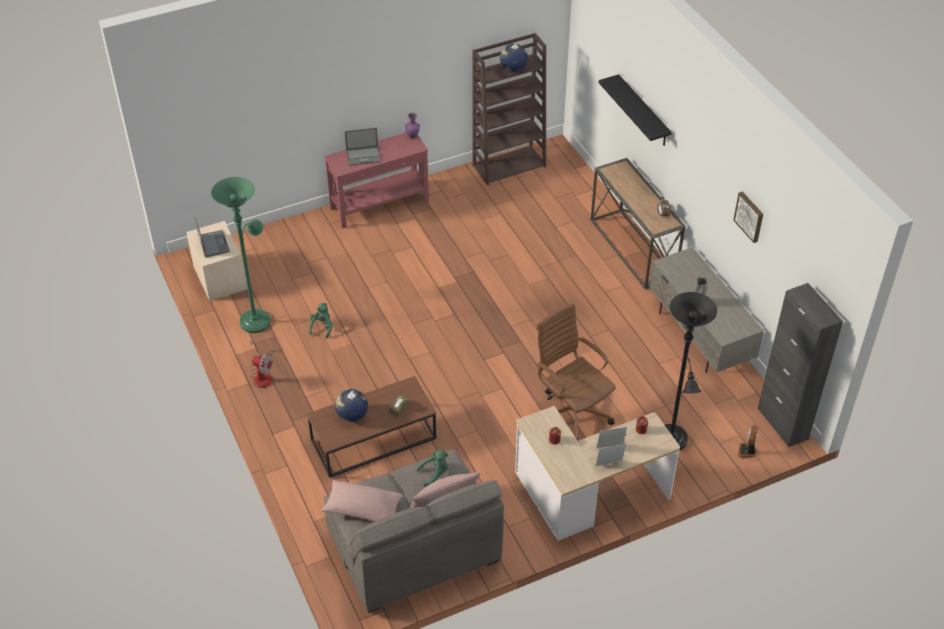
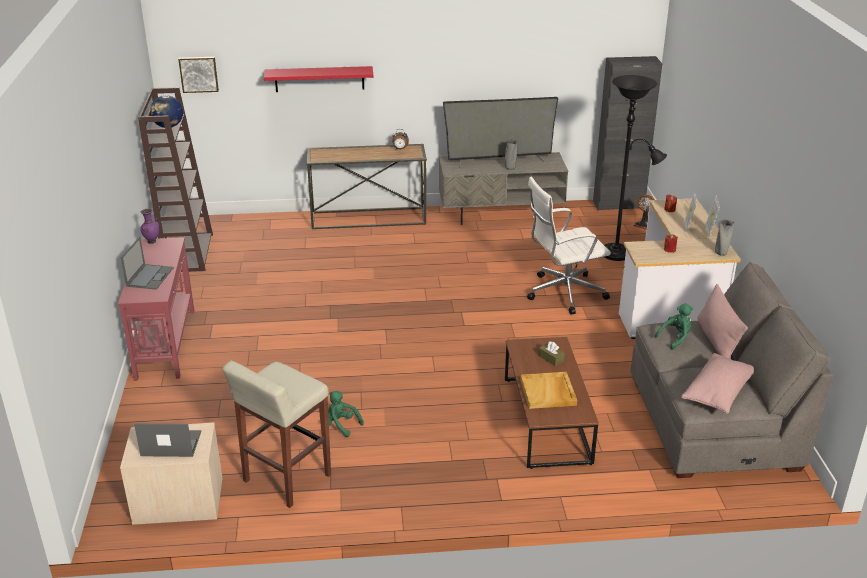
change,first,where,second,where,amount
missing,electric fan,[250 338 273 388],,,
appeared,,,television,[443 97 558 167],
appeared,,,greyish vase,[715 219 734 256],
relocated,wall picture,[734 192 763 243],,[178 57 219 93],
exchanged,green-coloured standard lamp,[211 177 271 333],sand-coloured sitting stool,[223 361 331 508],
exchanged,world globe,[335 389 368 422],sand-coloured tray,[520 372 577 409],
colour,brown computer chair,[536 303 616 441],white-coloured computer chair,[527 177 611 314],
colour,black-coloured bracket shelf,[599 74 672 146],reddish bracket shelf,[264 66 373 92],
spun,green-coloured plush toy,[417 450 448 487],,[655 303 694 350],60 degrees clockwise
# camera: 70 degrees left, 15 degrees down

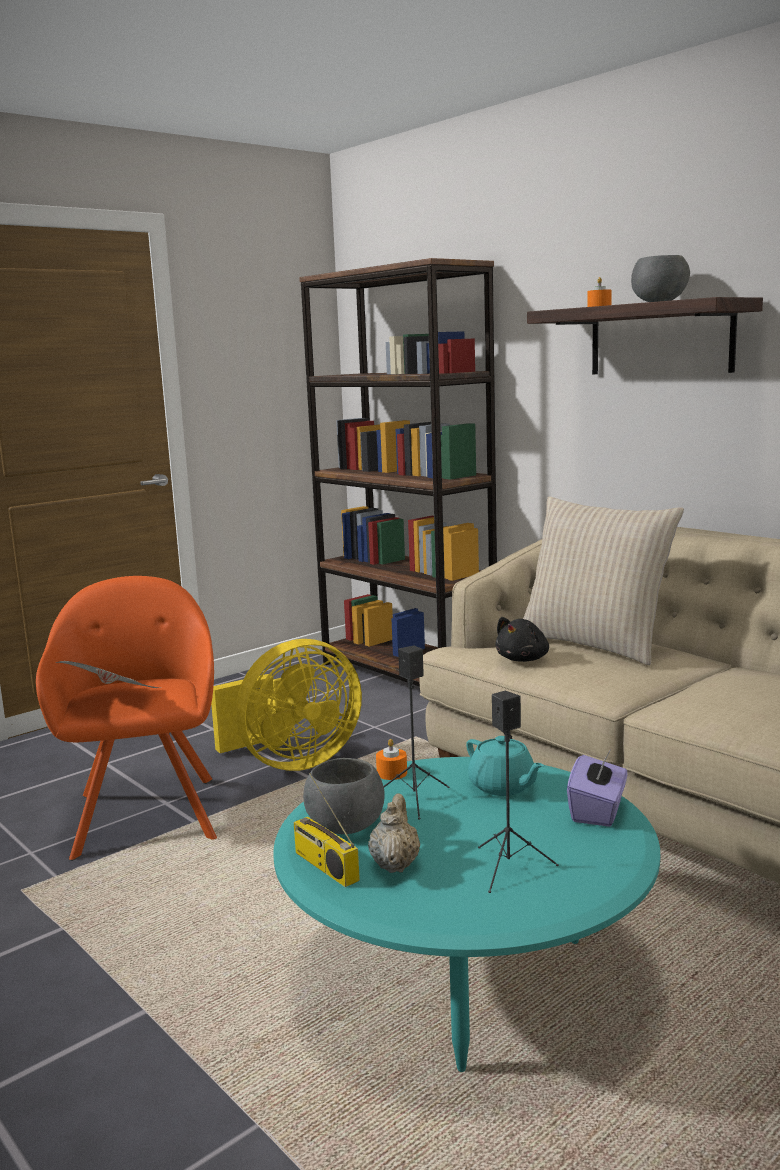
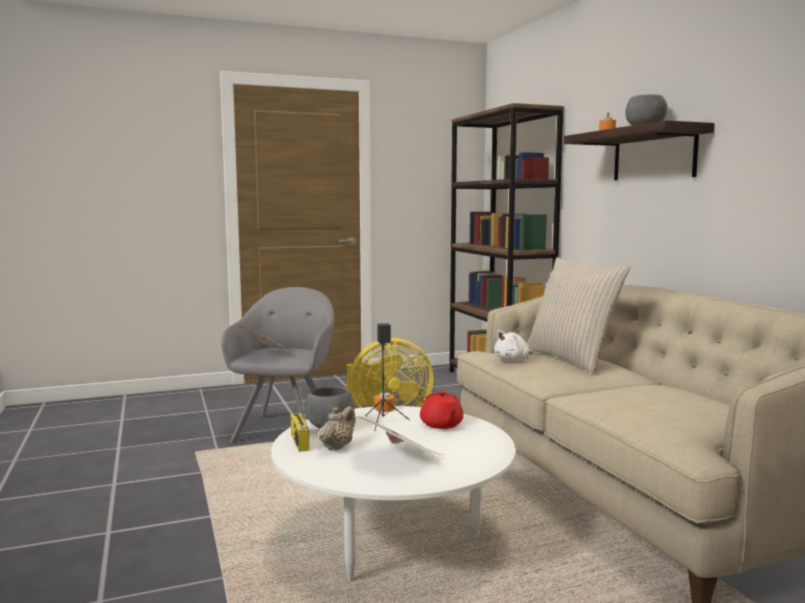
change,first,where,second,where,amount
missing,purple tissue holder,[567 751 627 827],,,
exchanged,black-coloured speaker,[478 690 559 893],newspaper,[353 416 445 455],
colour,orange-coloured lounge chair,[36 576 217 861],greyish lounge chair,[221 287 334 444],
colour,turquoise coffee table,[273 757 660 1072],white-coloured coffee table,[271 406 516 582],
colour,turquoise tea pot,[466 736 544 796],reddish tea pot,[420 391 463 429],
colour,black-coloured plush toy,[495 617 549 662],white-coloured plush toy,[494 330 534 362],
# camera: 20 degrees right, 5 degrees down

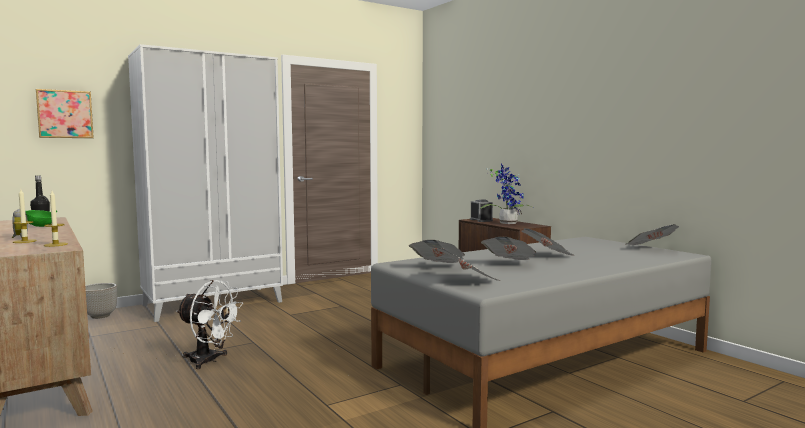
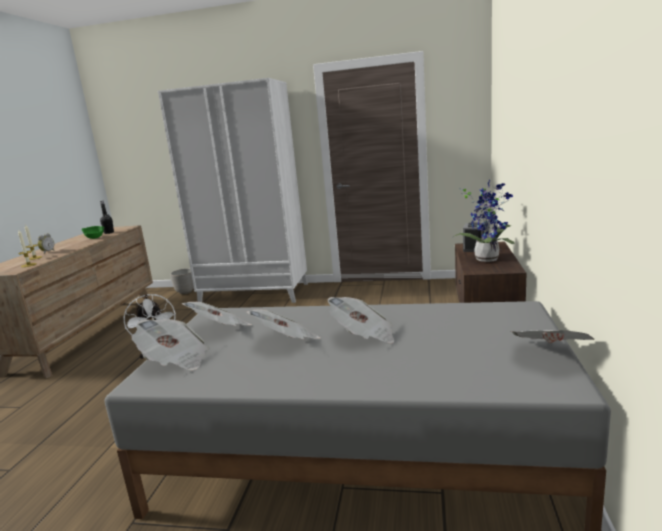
change,first,where,second,where,amount
missing,wall picture,[36 89 94 138],,,
# camera: 45 degrees right, 10 degrees up

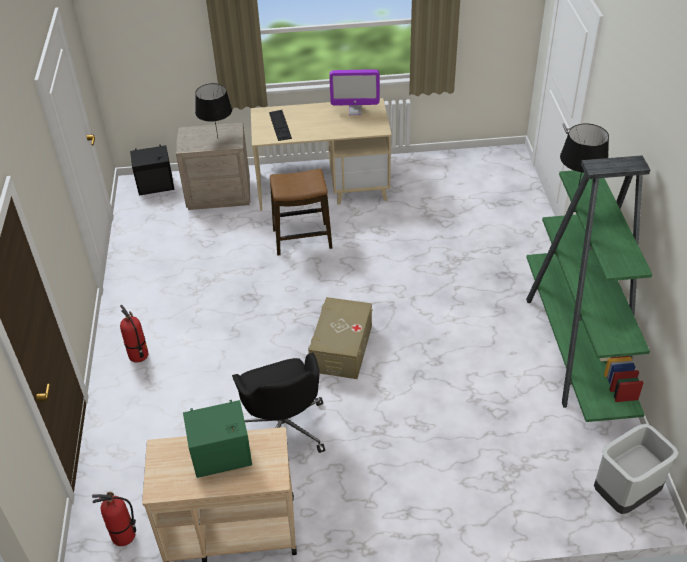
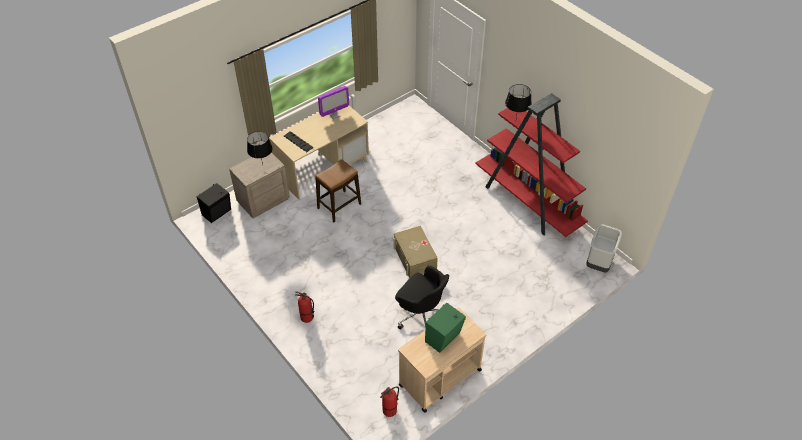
change,first,where,second,where,amount
colour,green-coloured bookcase,[526 155 652 422],reddish bookcase,[475 93 588 237],
# camera: 35 degrees left, 5 degrees up

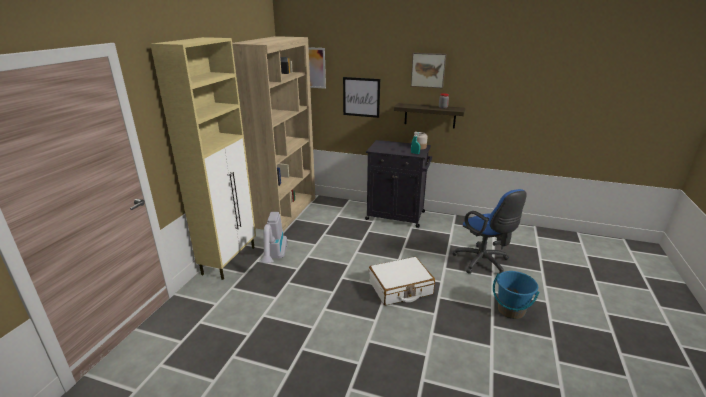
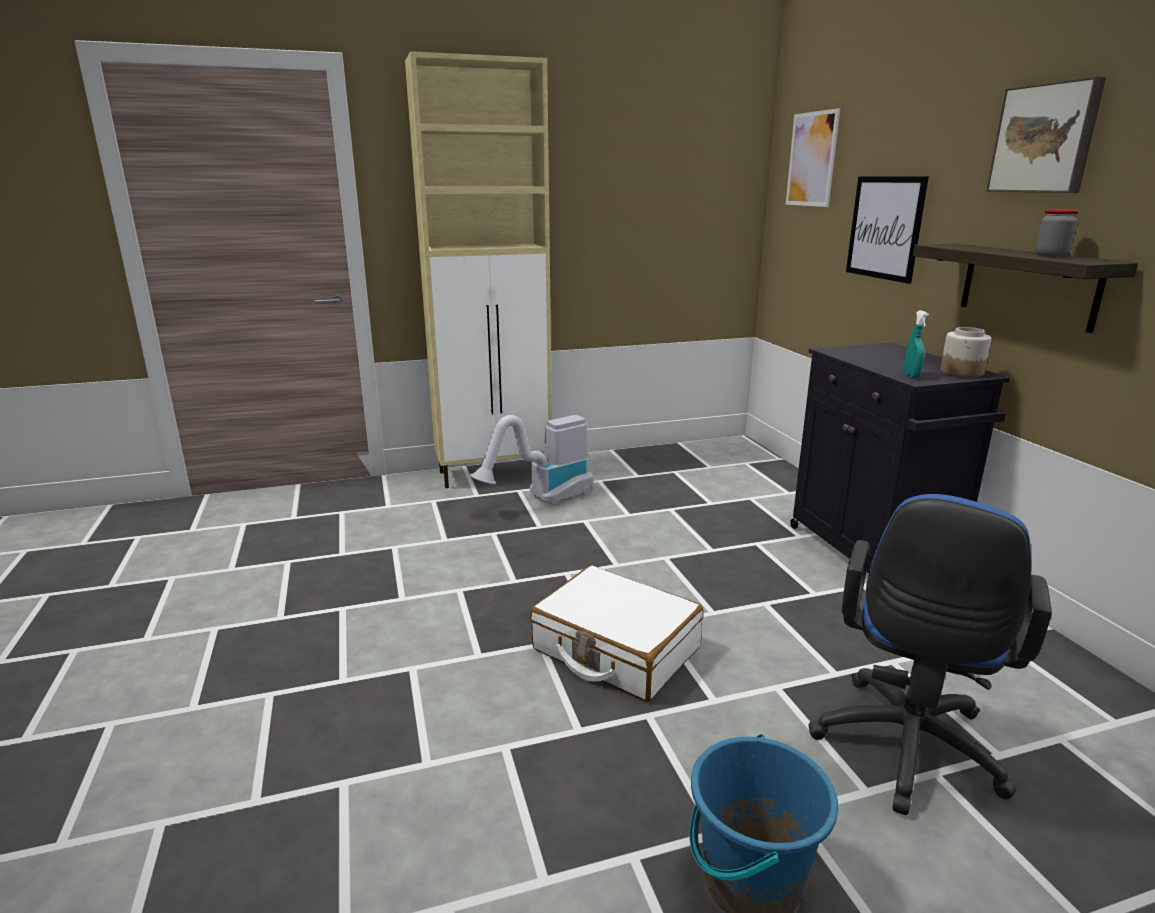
change,first,where,second,where,amount
missing,sand-coloured bookcase,[232 36 315 231],,,
# camera: 55 degrees right, 5 degrees down

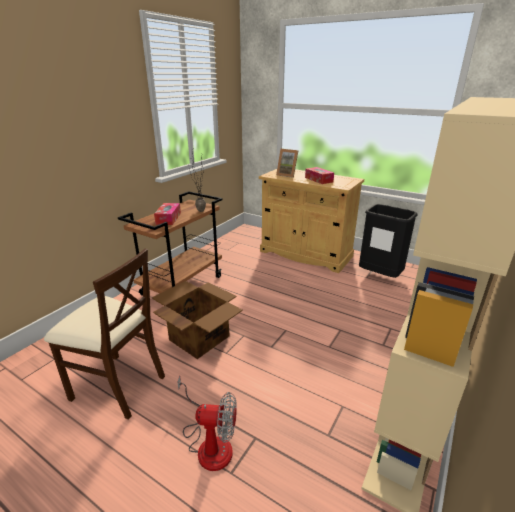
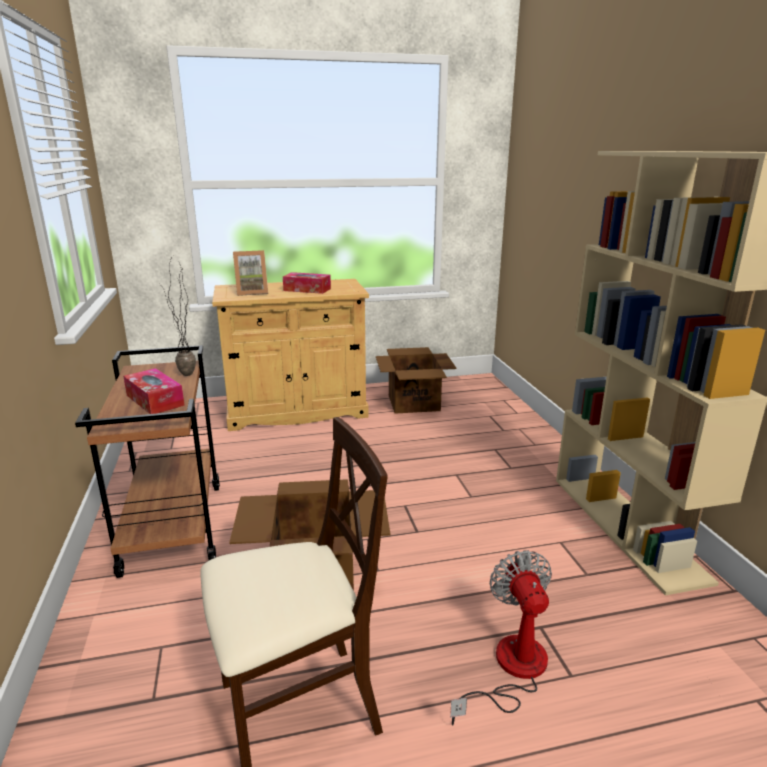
change,first,where,second,where,amount
exchanged,black-coloured waste bin,[359 204 417 278],packing box,[376 347 456 414],
spun,electric fan,[177 375 237 471],,[450 550 552 725],60 degrees counterclockwise
# camera: 45 degrees left, 5 degrees down

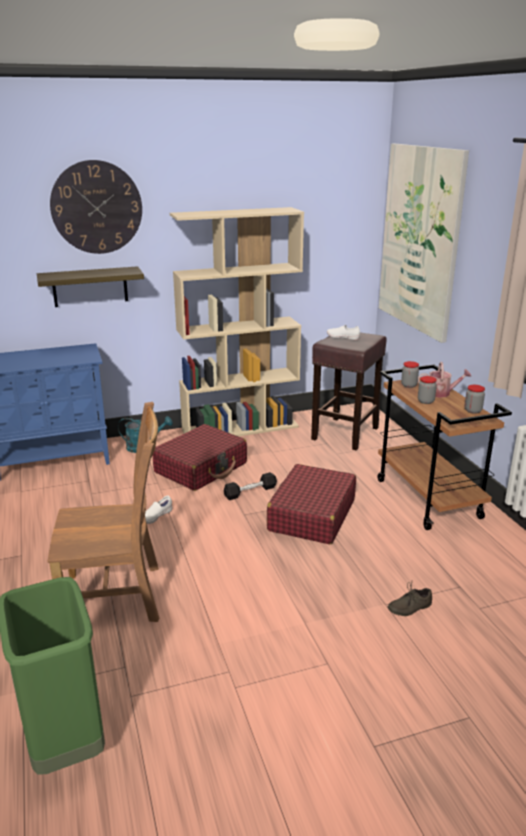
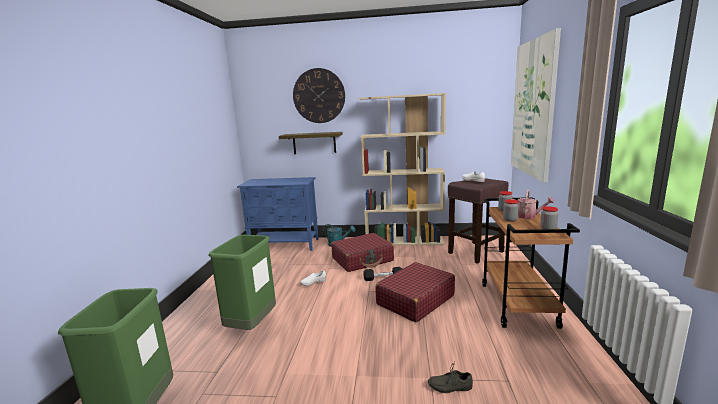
change,first,where,second,where,amount
exchanged,brown plain chair,[48 402 159 622],green-coloured waste bin,[208 235 276 330],
# camera: 25 degrees right, 10 degrees down

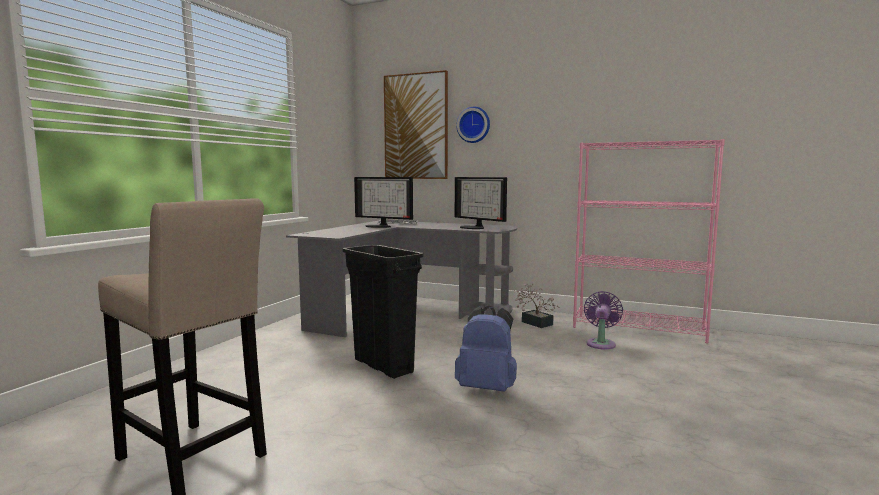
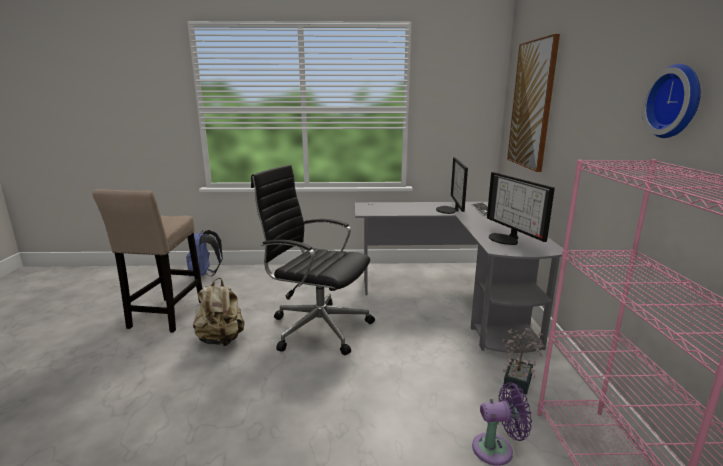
change,first,where,second,where,amount
appeared,,,sand-coloured rucksack,[193 278 244 346],
relocated,blue-coloured rucksack,[455 305 517 391],,[186 230 223 277],
relocated,hanging clock,[456 107 490 143],,[642 64 701 138],
exchanged,black-coloured waste bin,[343 245 424 379],black-coloured computer chair,[251 165 375 355],
spun,monitor,[455 177 507 229],,[487 172 555 245],45 degrees counterclockwise
# camera: 65 degrees right, 10 degrees up

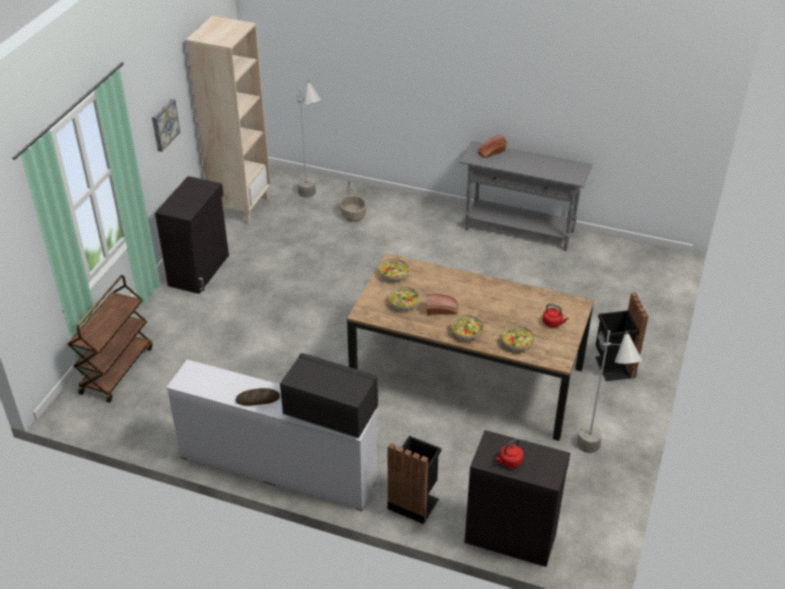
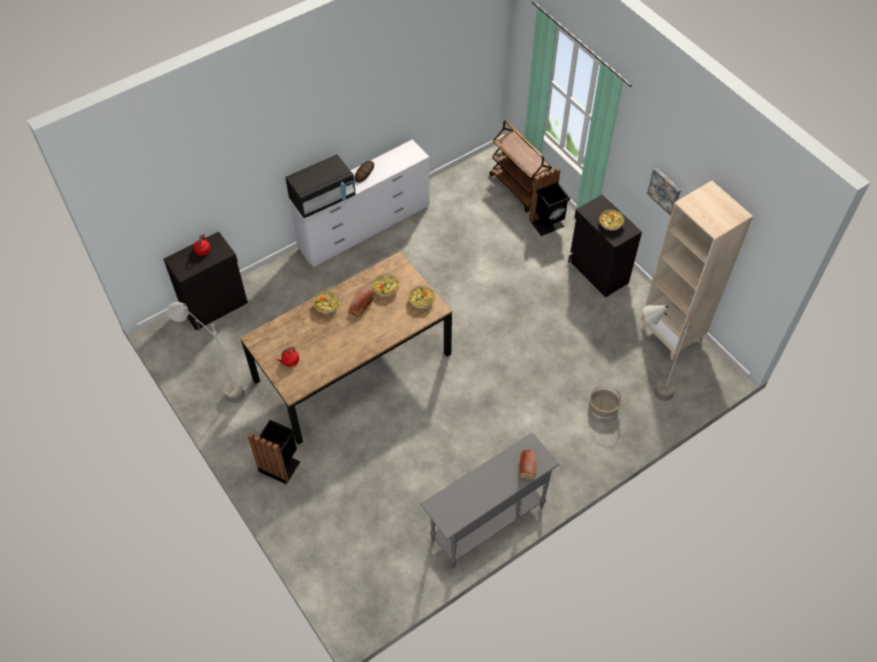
change,first,where,second,where,amount
relocated,black-coloured waste bin,[388 436 441 524],,[529 167 570 236],
relocated,bowl,[502 326 534 351],,[599 210 624 230],
# camera: 125 degrees right, 15 degrees up

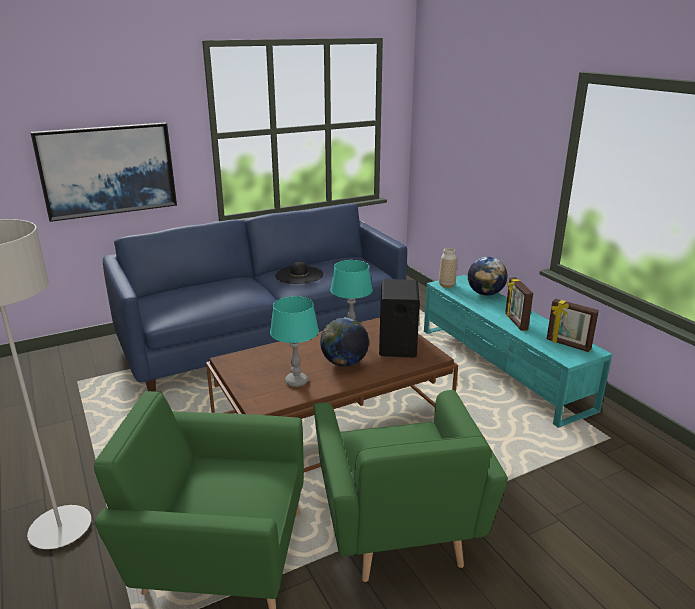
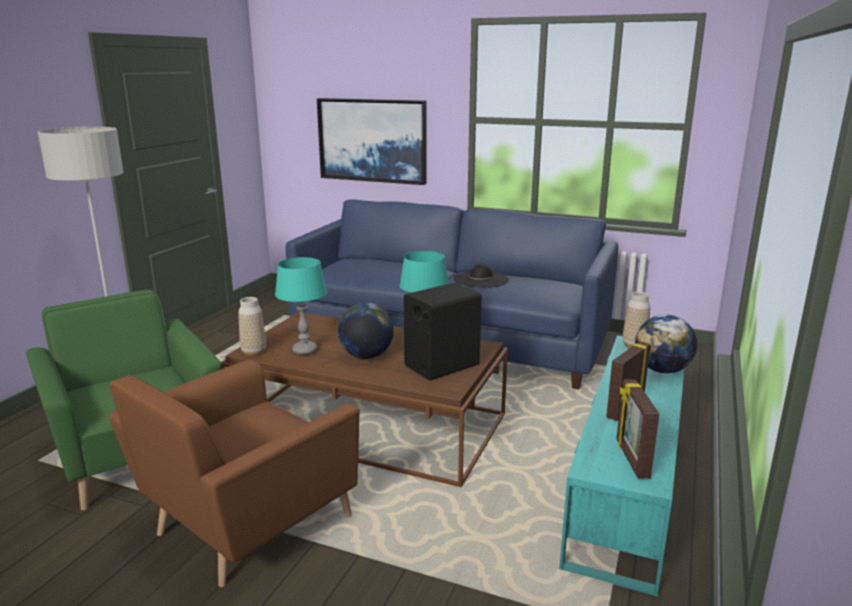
change,first,where,second,where,amount
appeared,,,vase,[238 297 266 356],
colour,green-coloured lounge chair,[313 390 508 582],brown lounge chair,[109 359 360 587],
# camera: 50 degrees right, 5 degrees down

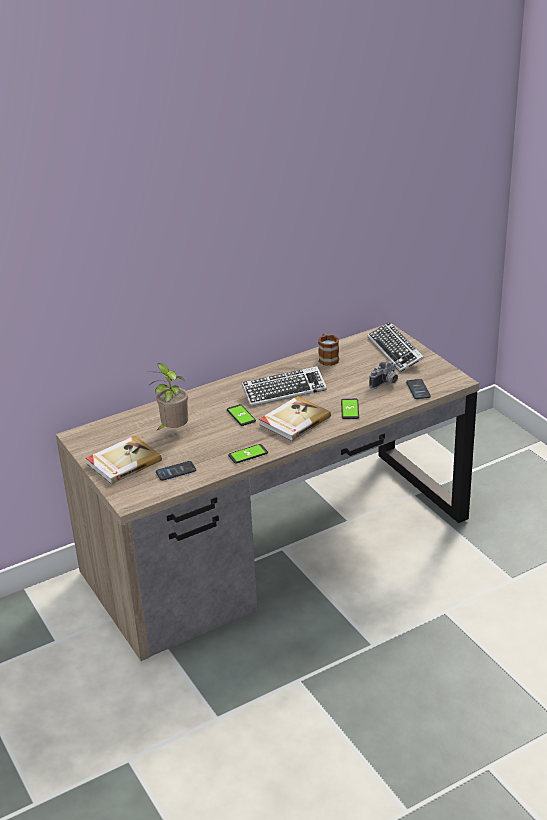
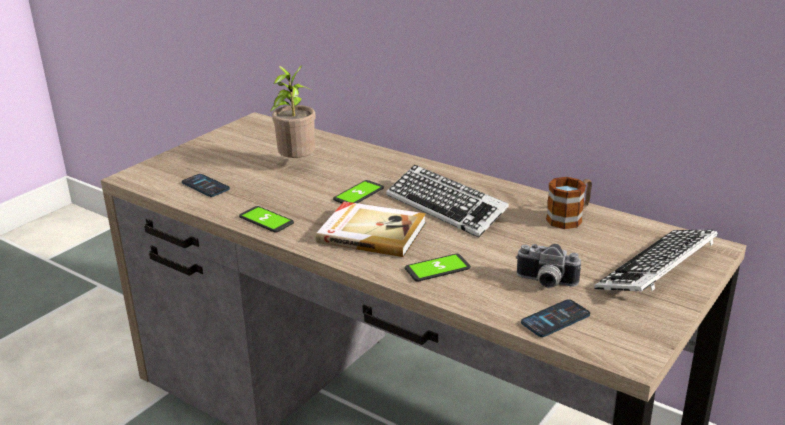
change,first,where,second,where,amount
missing,volume,[86 436 162 484],,,
# camera: 65 degrees right, 5 degrees down

